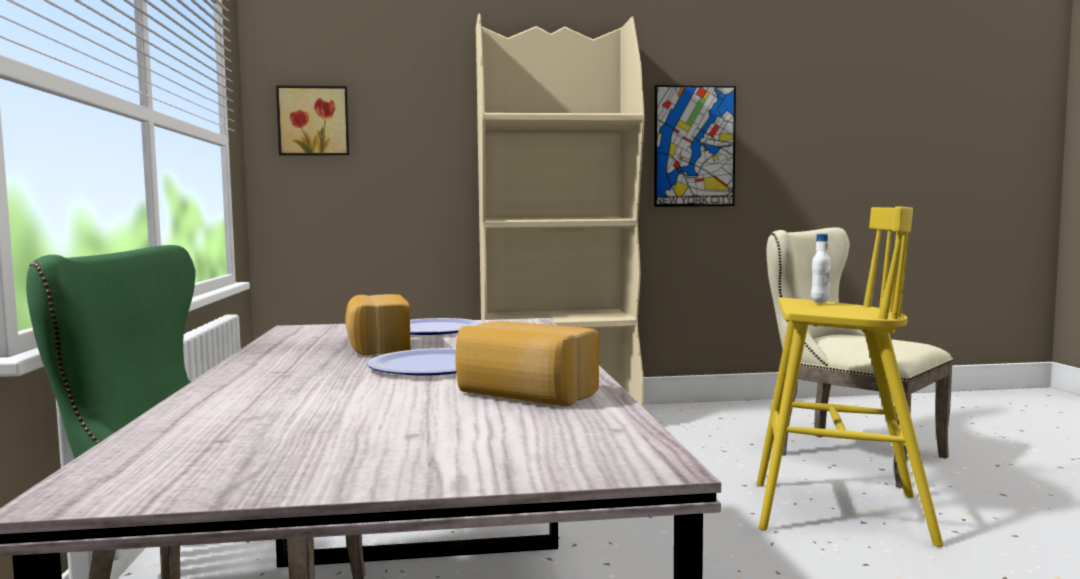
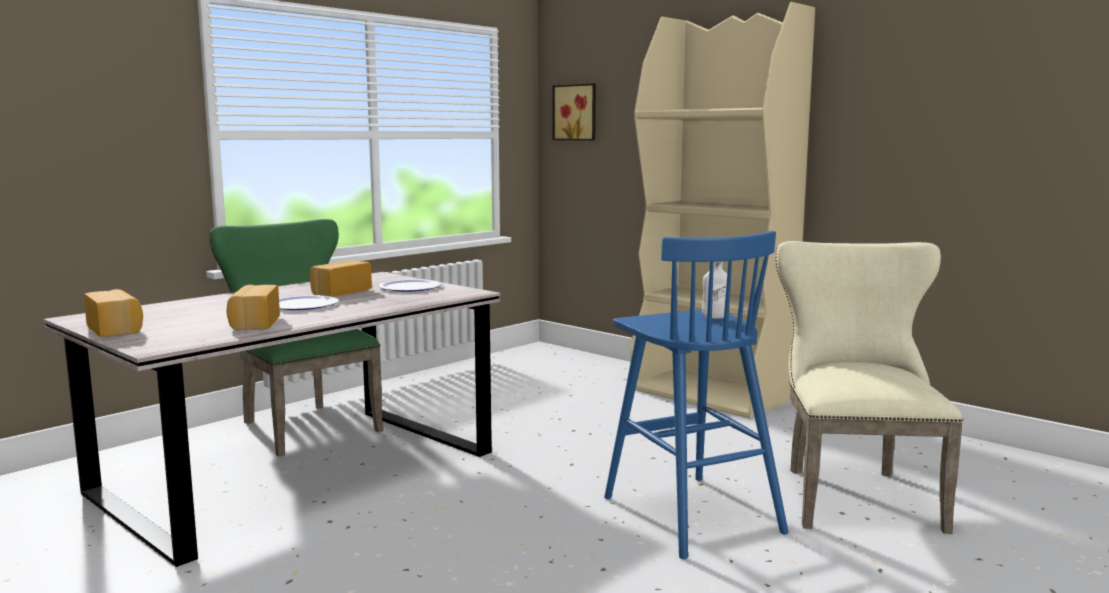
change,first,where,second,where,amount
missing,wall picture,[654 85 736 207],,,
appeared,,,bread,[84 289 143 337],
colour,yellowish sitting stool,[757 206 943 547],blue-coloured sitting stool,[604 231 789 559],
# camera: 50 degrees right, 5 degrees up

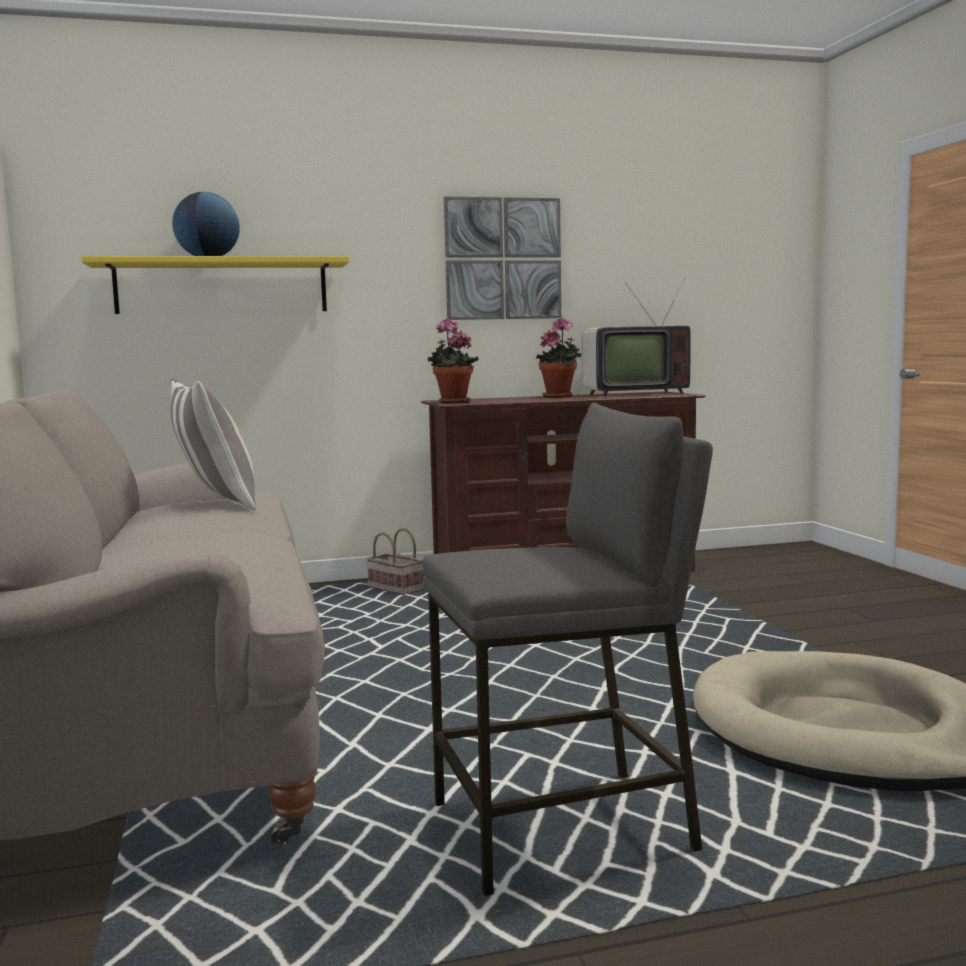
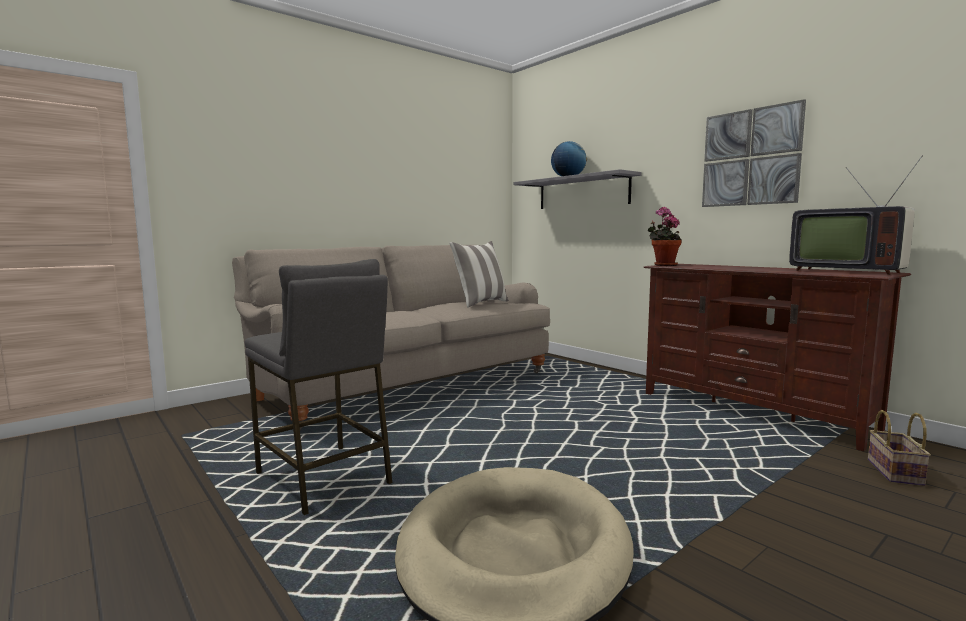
change,first,where,second,where,amount
missing,houseplant,[536 318 581 398],,,
relocated,household basket,[366 528 423 595],,[868 410 931 486],
colour,yellowish bracket shelf,[81 256 349 314],greyish bracket shelf,[514 169 642 209],
# camera: 65 degrees right, 0 degrees up

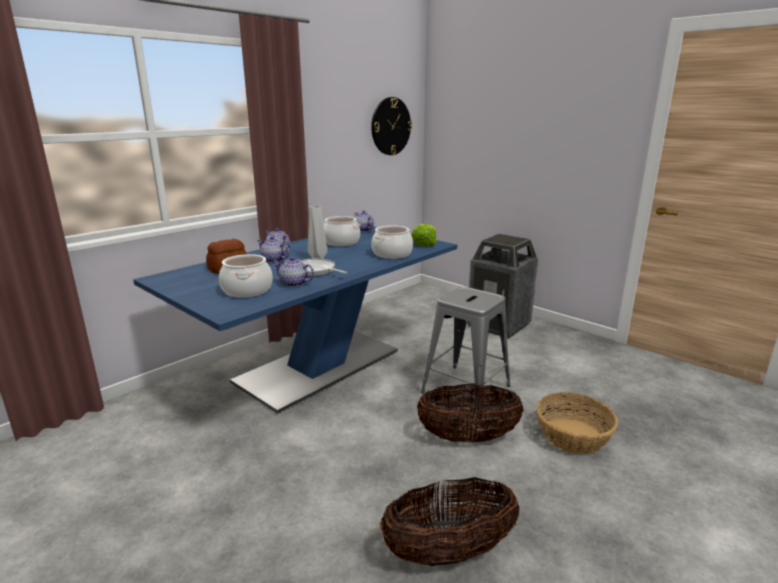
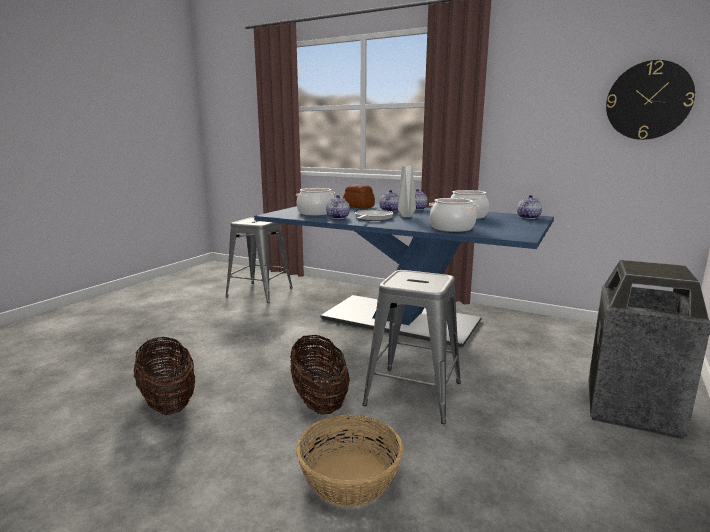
change,first,where,second,where,amount
missing,lettuce head,[412 224 437 246],,,
appeared,,,greyish sitting stool,[225 218 293 303],
# camera: 75 degrees right, 5 degrees down

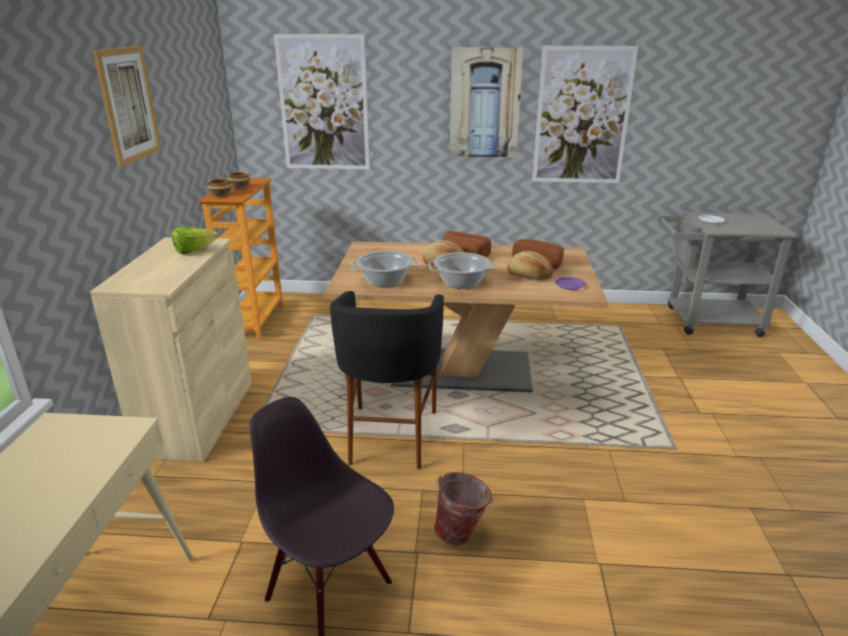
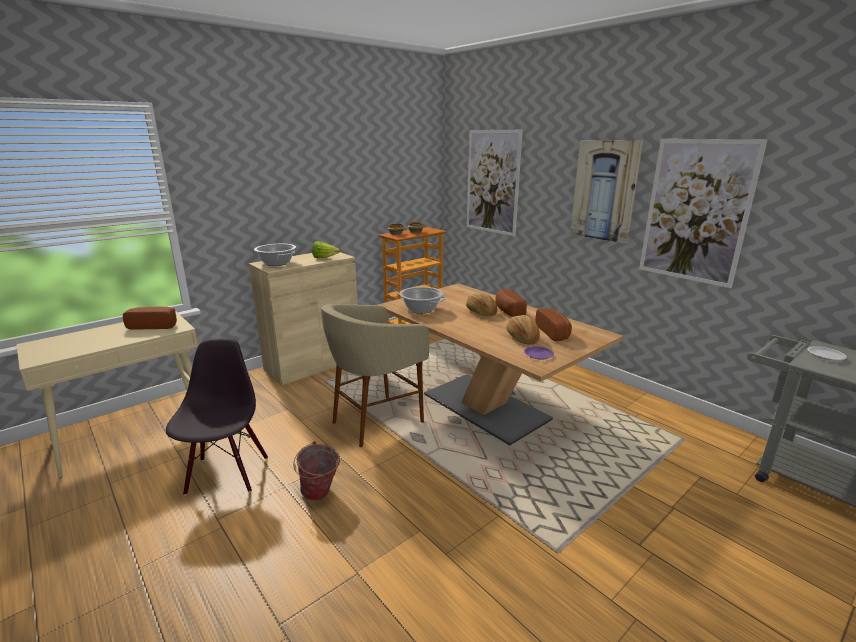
change,first,where,second,where,amount
missing,wall picture,[92 46 161 167],,,
appeared,,,bread,[123 306 177 330],
relocated,cooking pot,[429 252 497 289],,[254 244 296 266],
colour,black-coloured sitting stool,[330 291 444 469],sand-coloured sitting stool,[321 304 429 447],
# camera: 45 degrees right, 5 degrees down

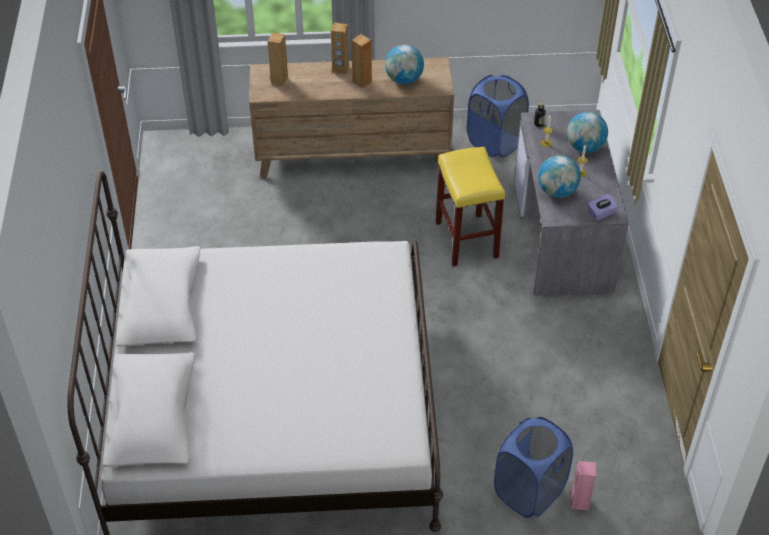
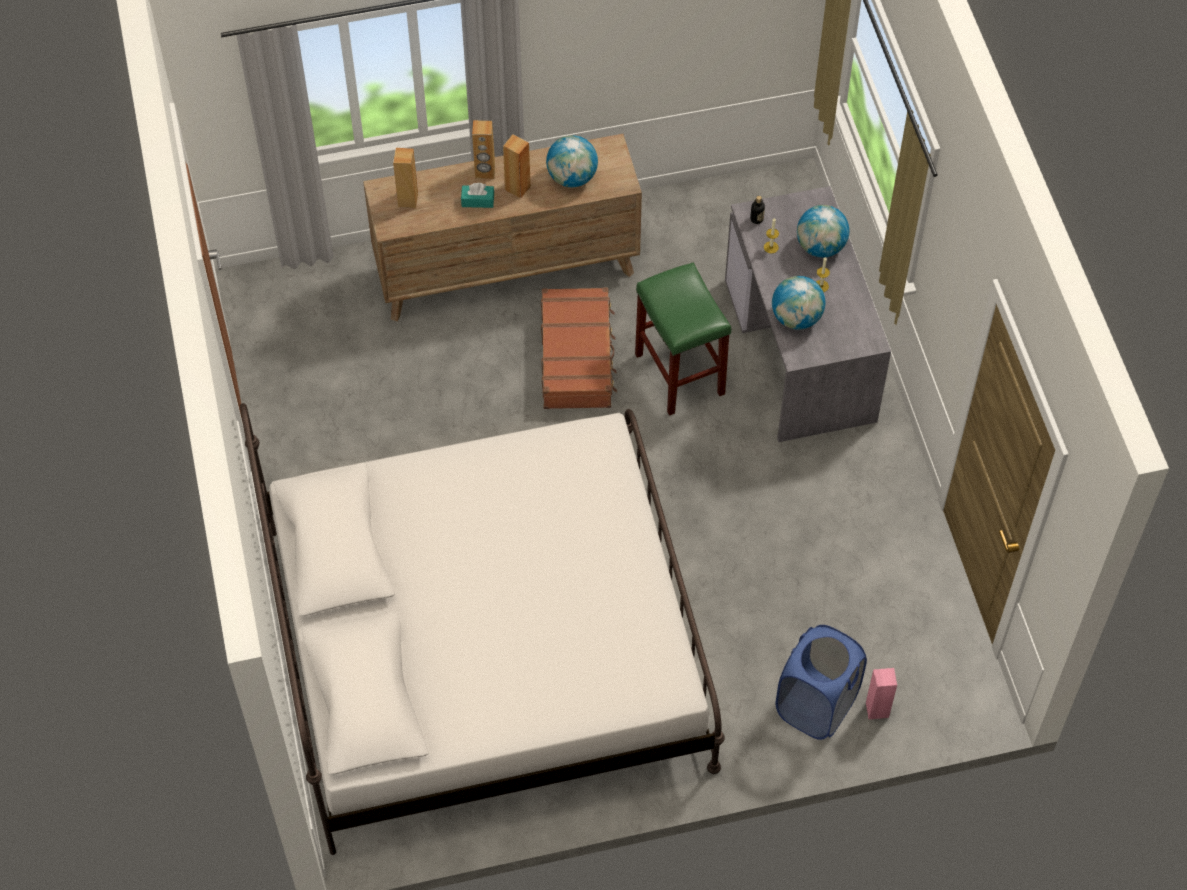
change,first,where,second,where,amount
missing,blue-coloured hamper,[467 75 529 158],,,
missing,purple tissue holder,[588 194 618 221],,,
appeared,,,turquoise tissue holder,[461 183 494 208],
appeared,,,brown travel case,[541 287 617 409],
colour,yellowish sitting stool,[436 147 505 267],green-coloured sitting stool,[635 262 731 416],
# camera: 10 degrees left, 10 degrees up

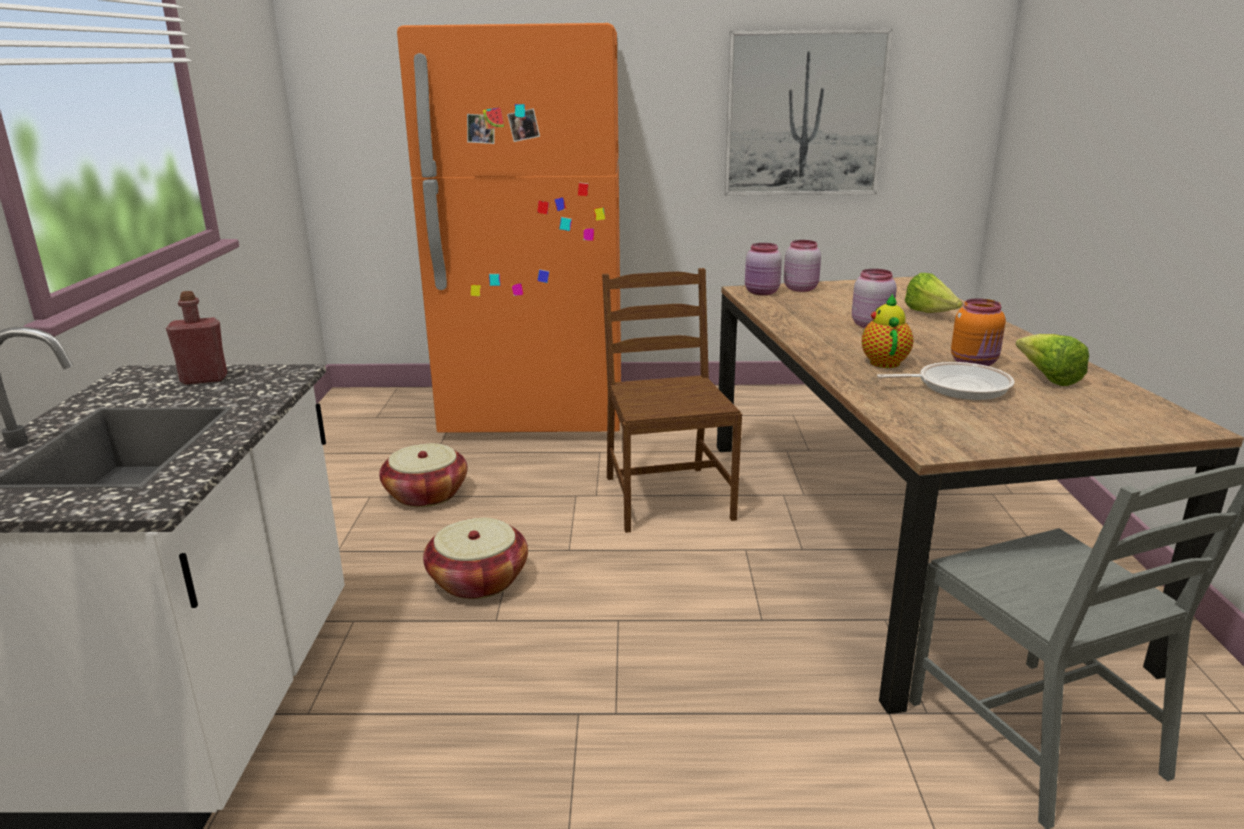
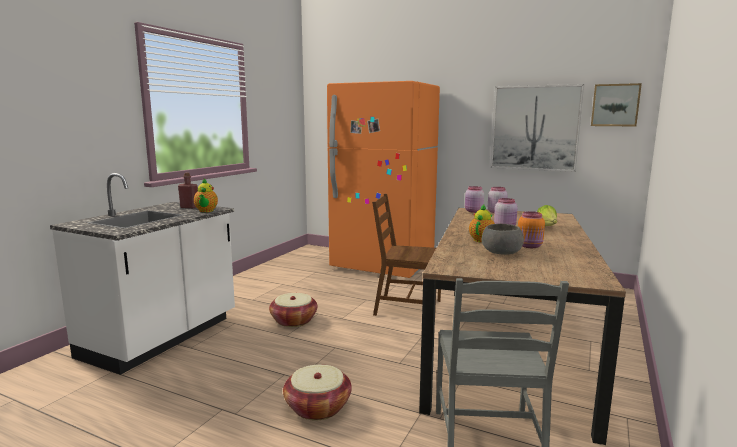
change,first,where,second,where,amount
missing,lettuce head,[1016 334 1089 386],,,
appeared,,,tea pot,[194 179 218 212],
appeared,,,wall picture,[591 83 642 126],
relocated,household basket,[379 443 468 507],,[283 365 352 420],
exchanged,skillet,[877 362 1015 400],greyish bowl,[482 224 524 255],
spun,brown plain chair,[602 268 742 533],,[372 194 441 316],90 degrees counterclockwise
# camera: 25 degrees right, 10 degrees down

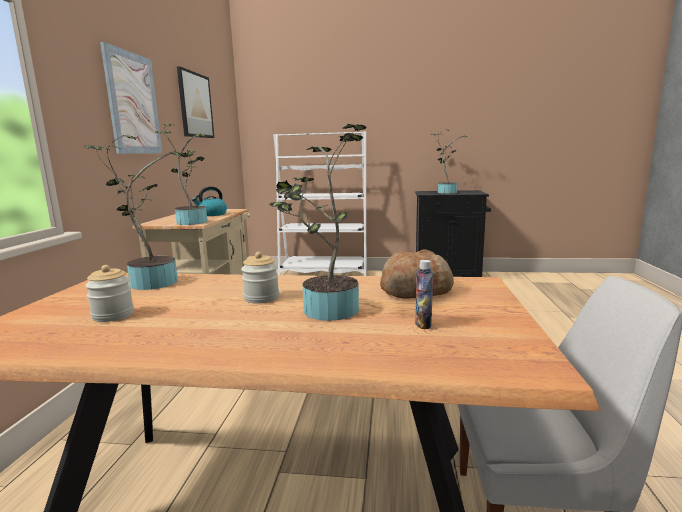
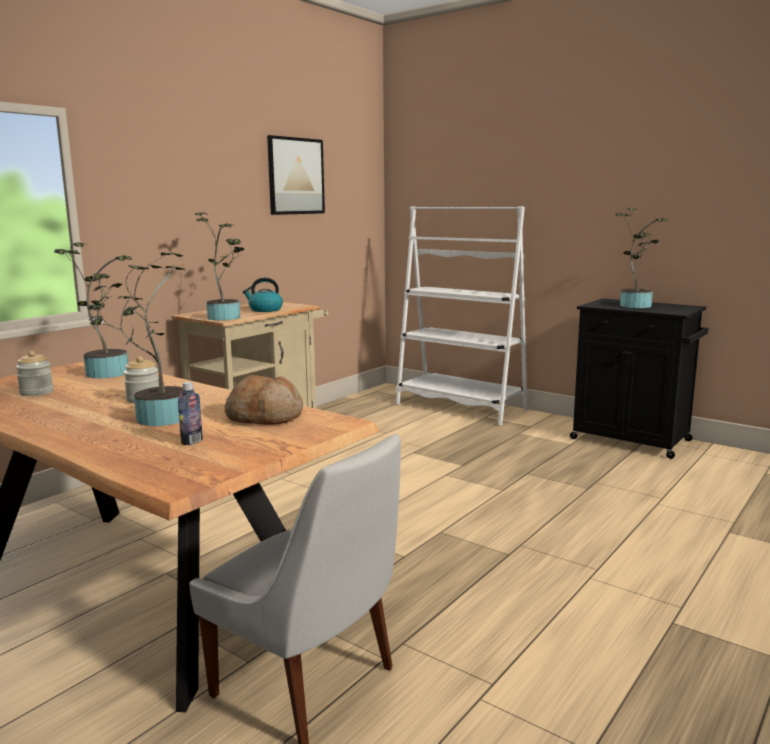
change,first,where,second,where,amount
missing,wall picture,[100 42 162 154],,,
# camera: 30 degrees right, 0 degrees up

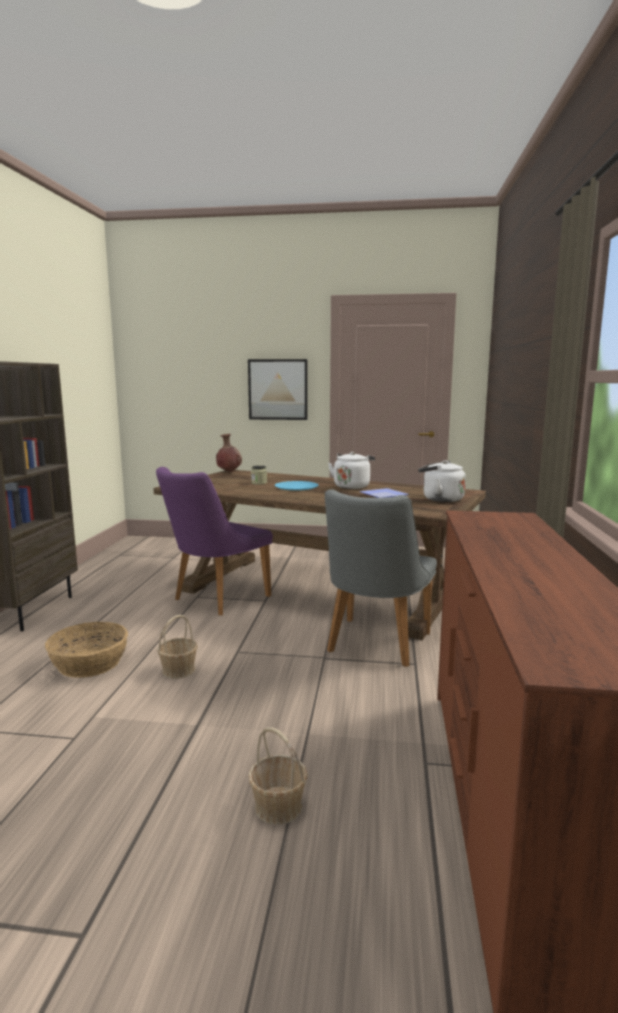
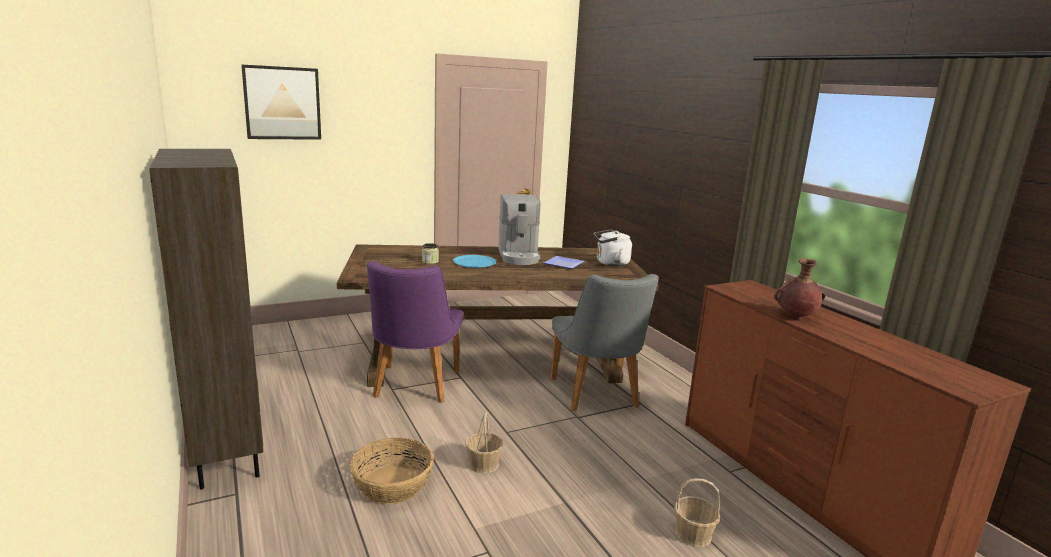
change,first,where,second,where,amount
relocated,brown vase,[216 434 242 472],,[774 258 825 317],
relocated,wall picture,[248 359 308 420],,[241 65 321 140],
exchanged,white-coloured water kettle,[328 452 375 489],coffee machine,[498 194 540 265],
# camera: 35 degrees left, 5 degrees up

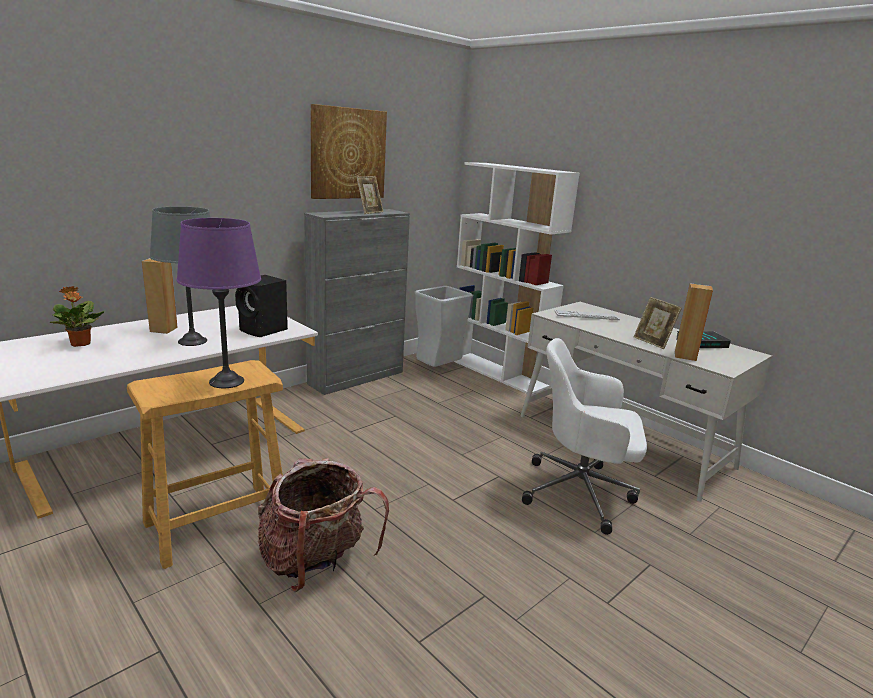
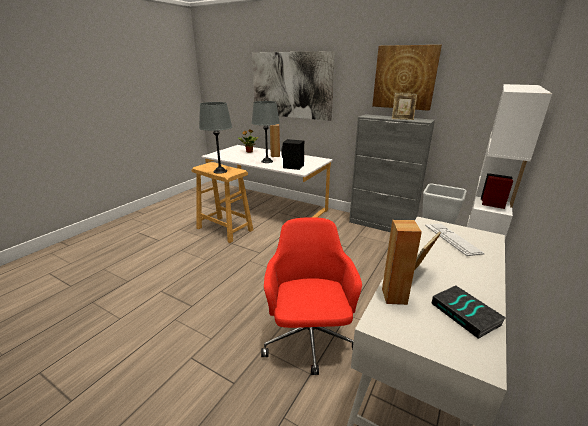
change,first,where,second,where,amount
missing,rucksack,[258 458 389 592],,,
appeared,,,wall picture,[252 51 335 121],
colour,purple tabletop lamp,[176 218 261 388],greyish tabletop lamp,[199 102 232 174],
colour,white-coloured computer chair,[522 338 647 535],reddish computer chair,[261 217 362 375],
# camera: 75 degrees right, 5 degrees up

